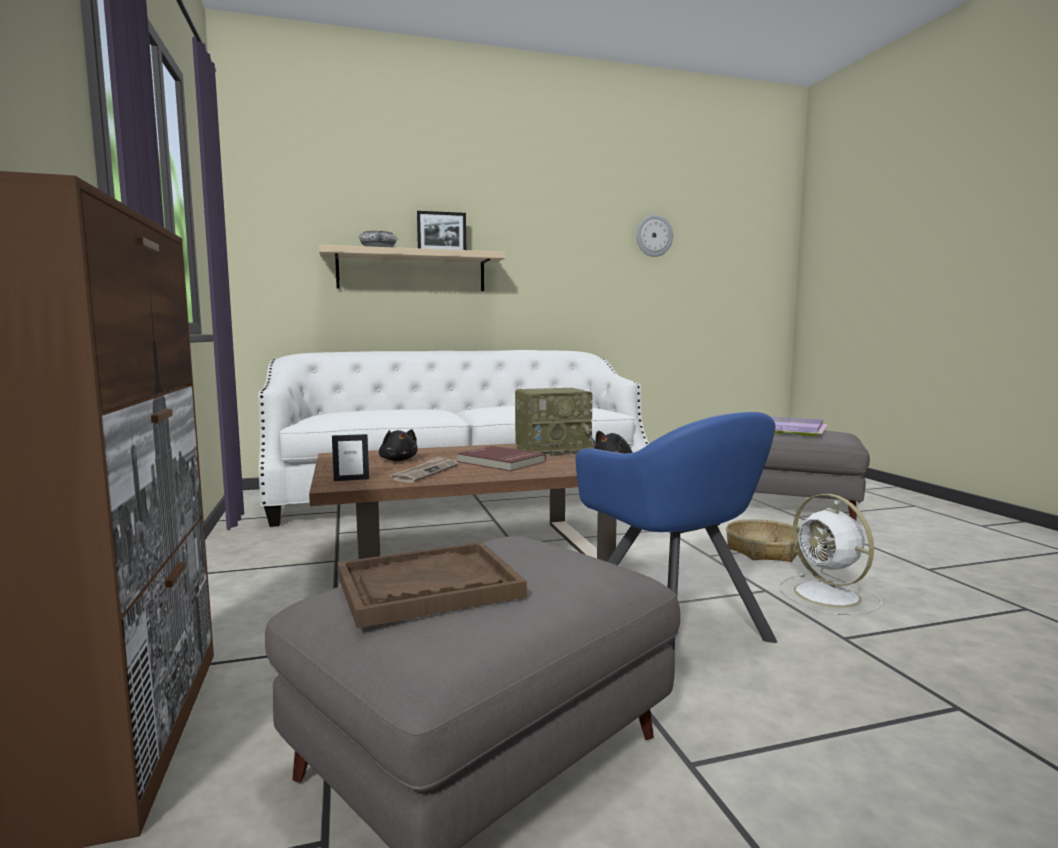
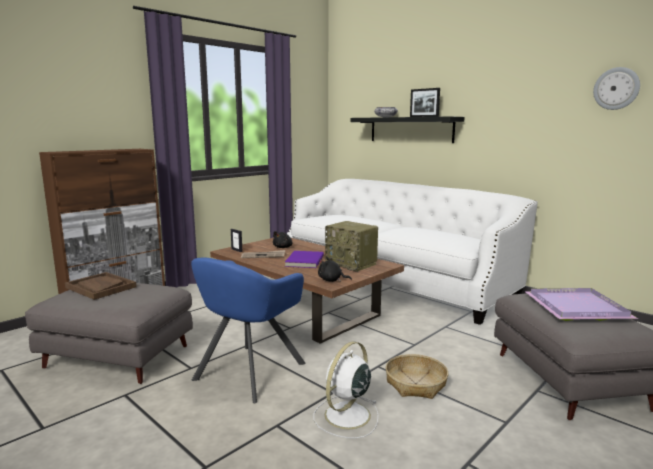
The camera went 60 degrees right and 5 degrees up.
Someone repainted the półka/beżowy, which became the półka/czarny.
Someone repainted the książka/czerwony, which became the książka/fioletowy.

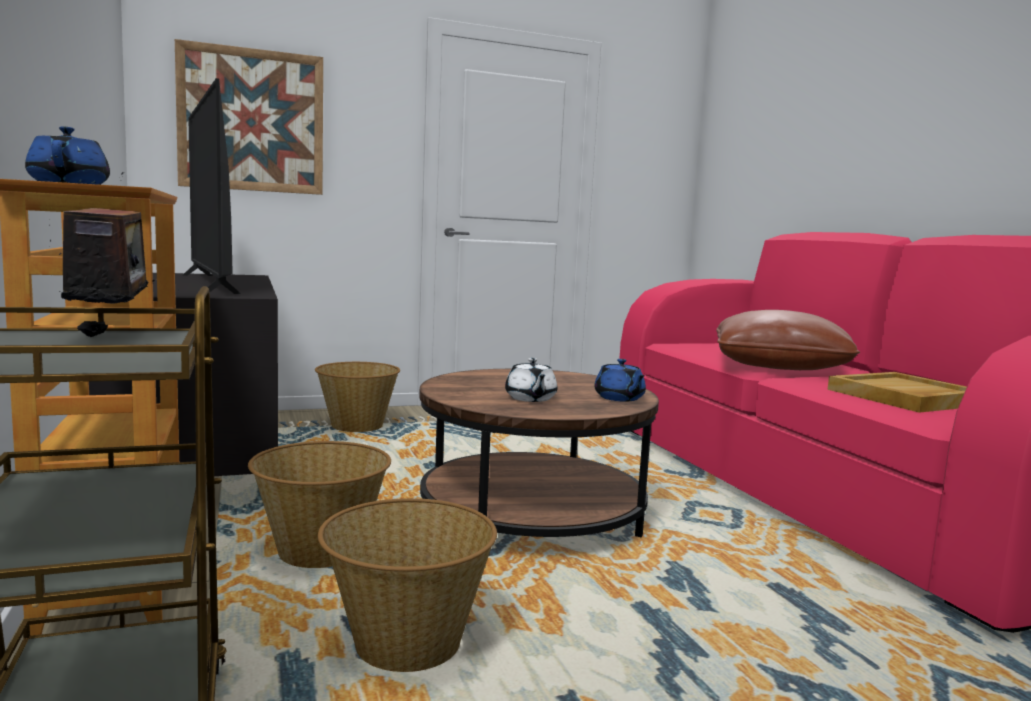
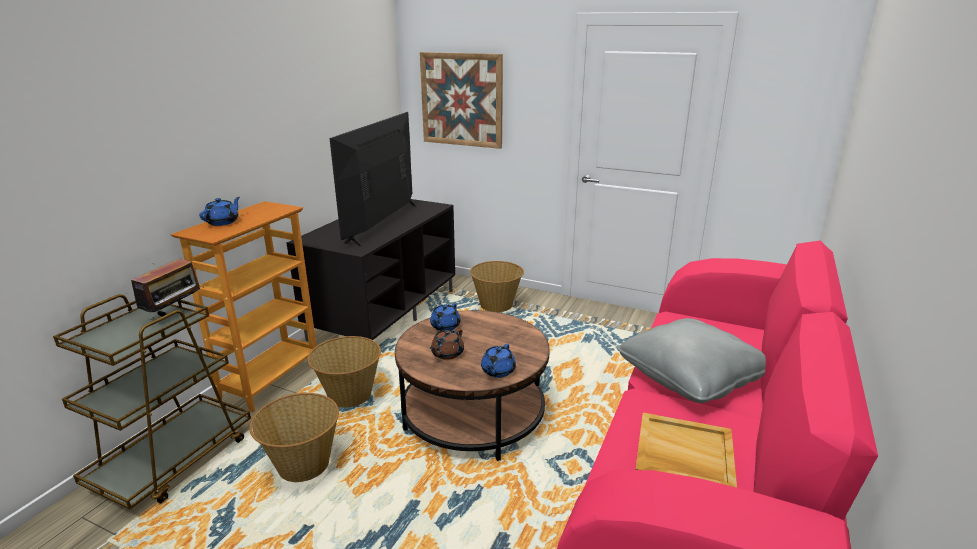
The camera went 45 degrees right and 15 degrees up.
Someone put down the imbryk/niebieski (no. 2 from left).
Someone repainted the imbryk/biały, which became the imbryk/brązowy.
Someone repainted the poduszka/brązowy, which became the poduszka/szary.

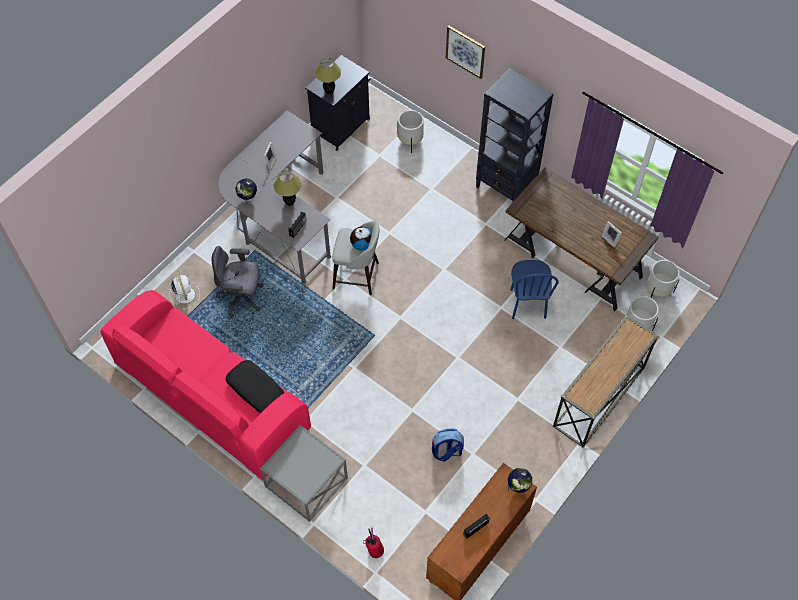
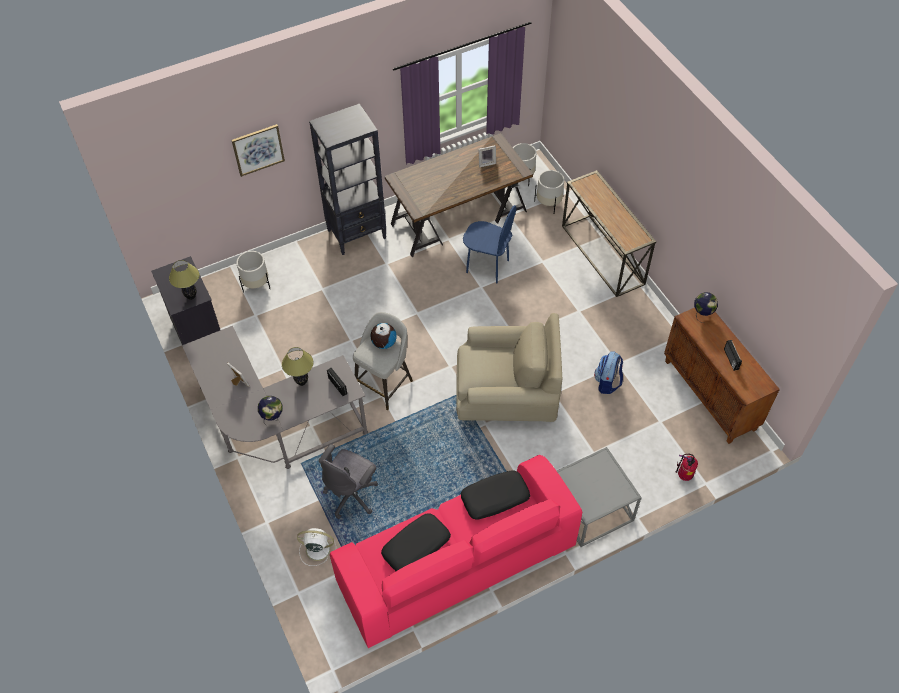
The camera went 65 degrees left and 5 degrees down.
Someone put down the poduszka/czarny (no. 1 from left).
Someone put down the fotel/beżowy.

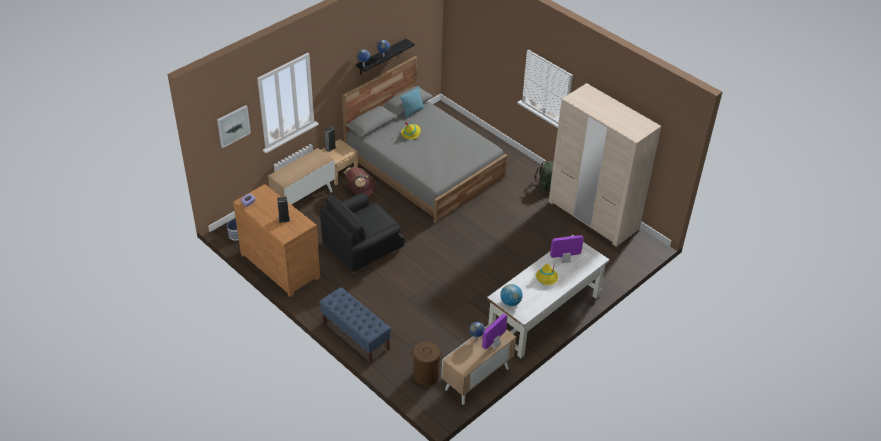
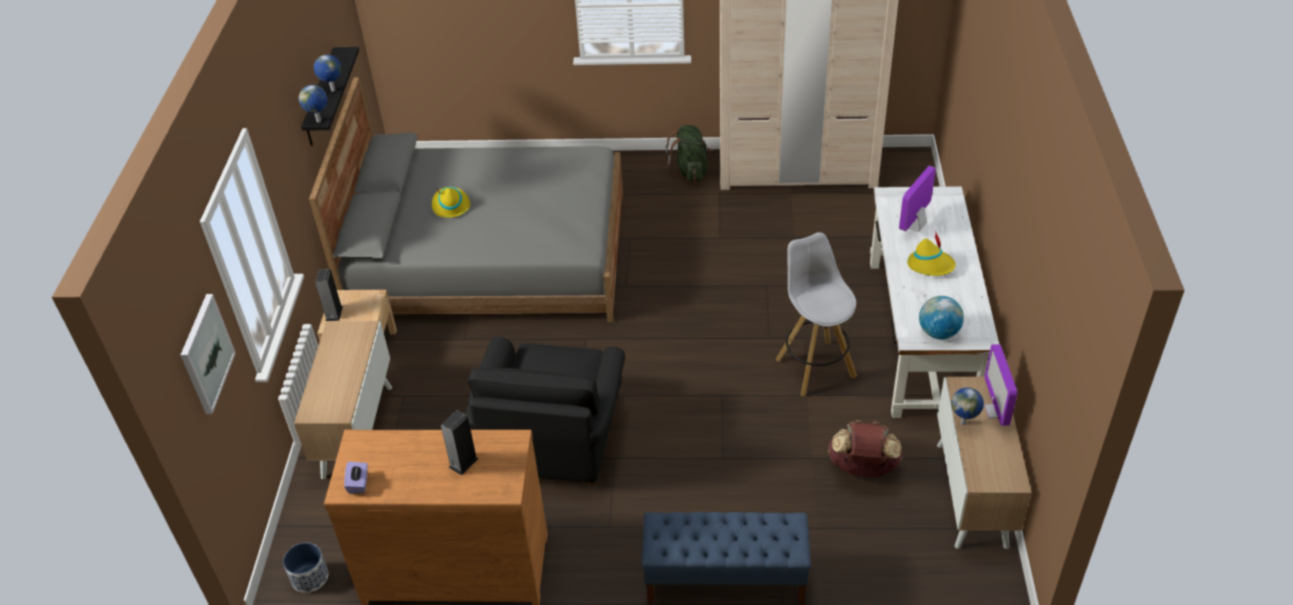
The camera went 40 degrees left and 0 degrees up.
Someone took away the poduszka/turkusowy.
Someone took away the kosz na pranie/brązowy.
Someone put down the stołek/biały.
Someone carried the plecak/brązowy.

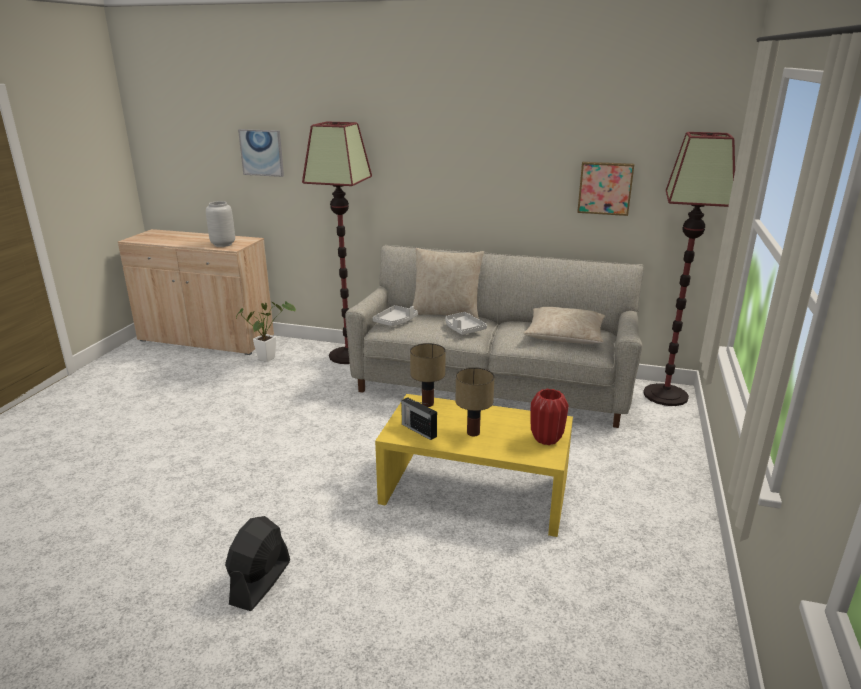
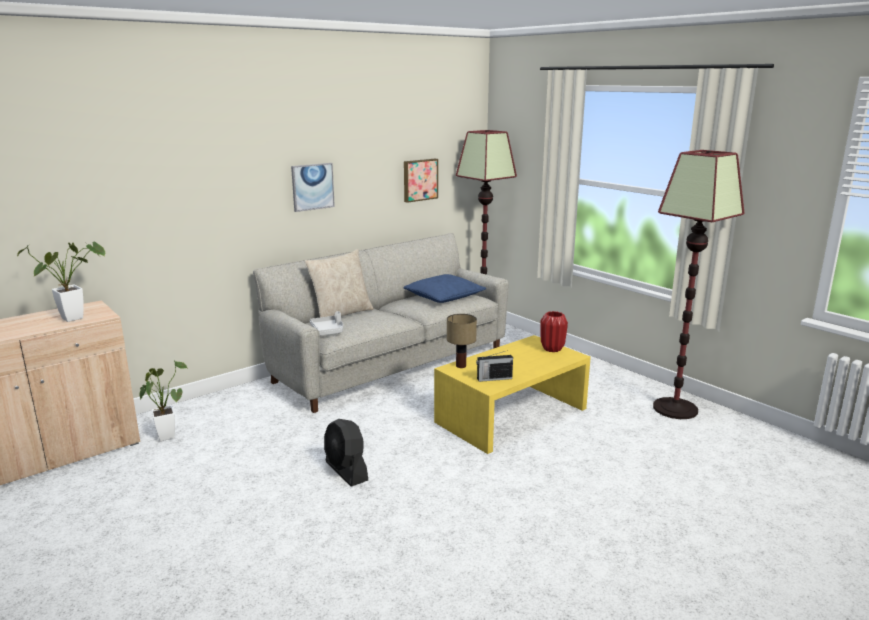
The camera went 55 degrees left and 5 degrees down.
Someone took away the taca/szary (no. 2 from left).
Someone took away the lampa stołowa (no. 2 from left).
Someone carried the wentylator/czarny.
Someone carried the obraz (no. 1 from left).
Someone carried the lampa stojąca (no. 1 from left in the first image).
Someone swapped the wazon/szary for the roślina doniczkowa (no. 1 from left).
Someone repainted the poduszka/beżowy (no. 2 from left), which became the poduszka/niebieski.

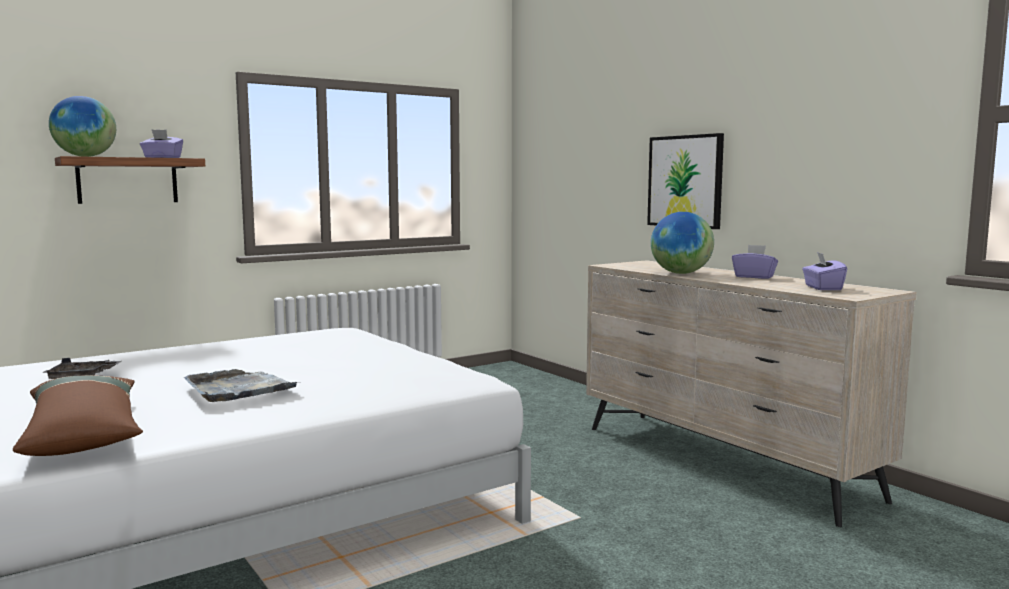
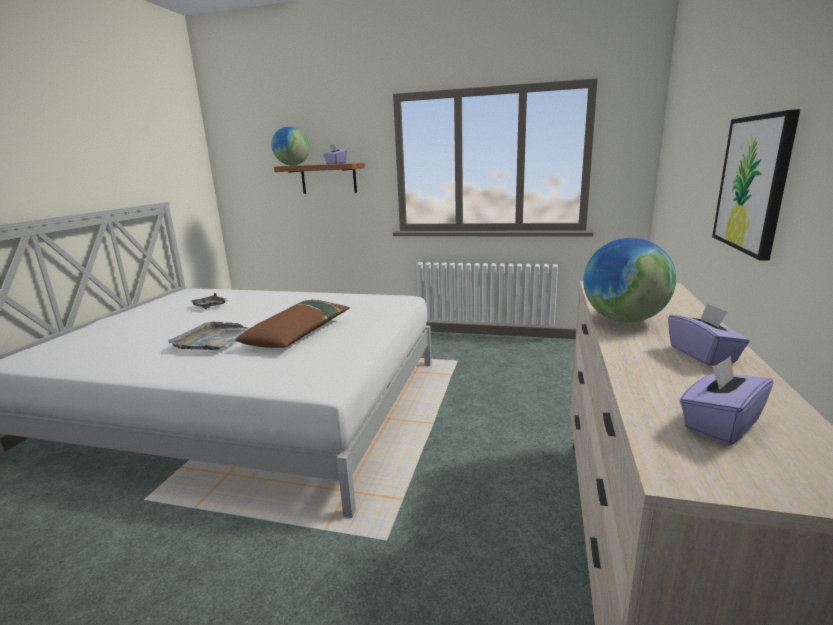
The camera went 50 degrees right and 10 degrees up.
Someone carried the poduszka/brązowy.

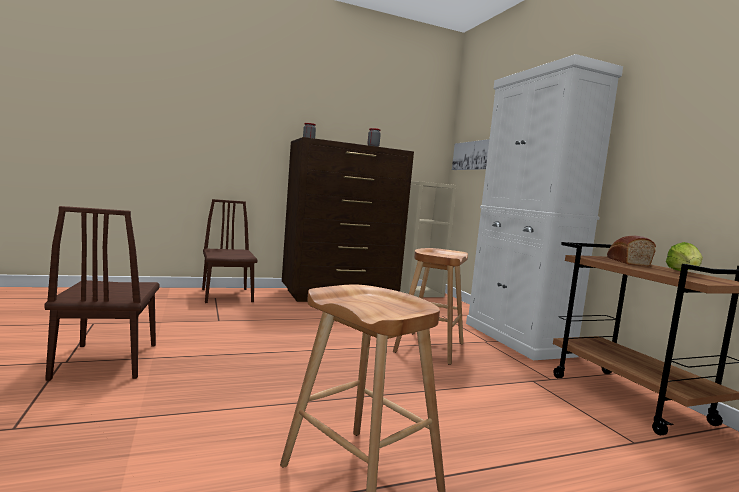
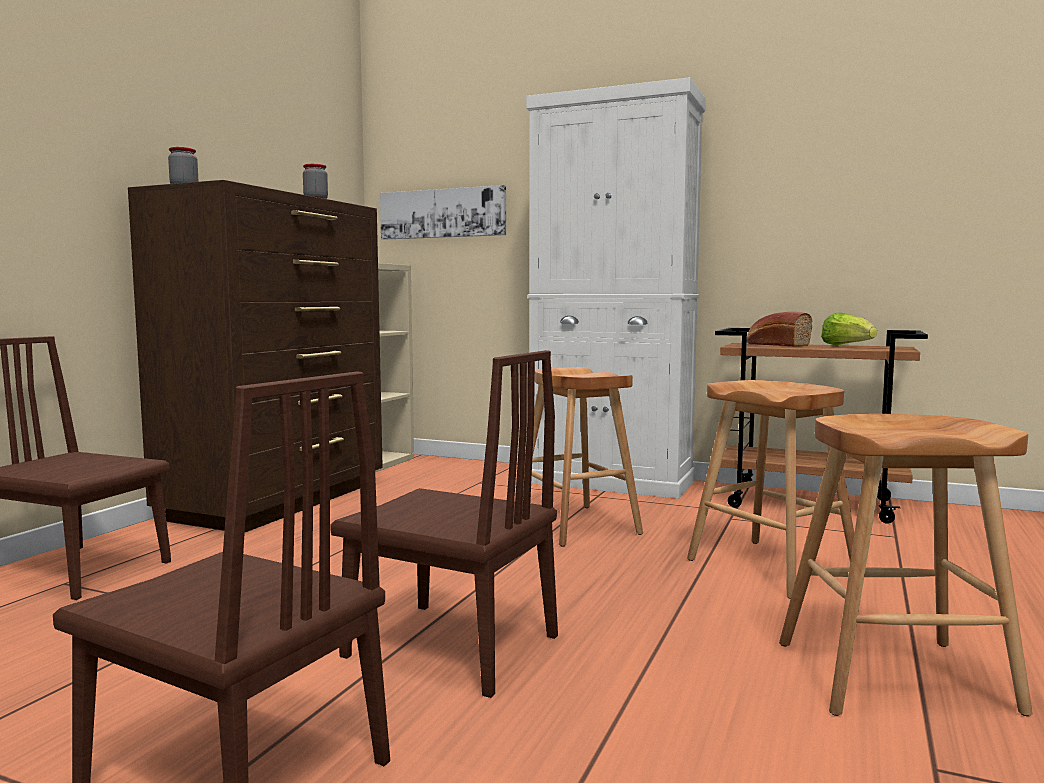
The camera went 45 degrees left and 0 degrees up.
Someone put down the krzesło/brązowy (no. 3 from left).
Someone put down the stołek/brązowy (no. 2 from left).

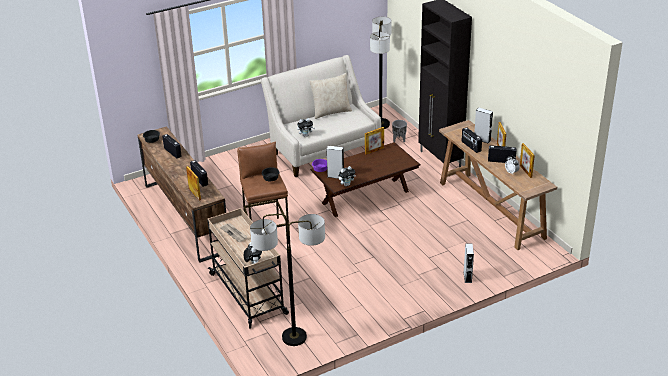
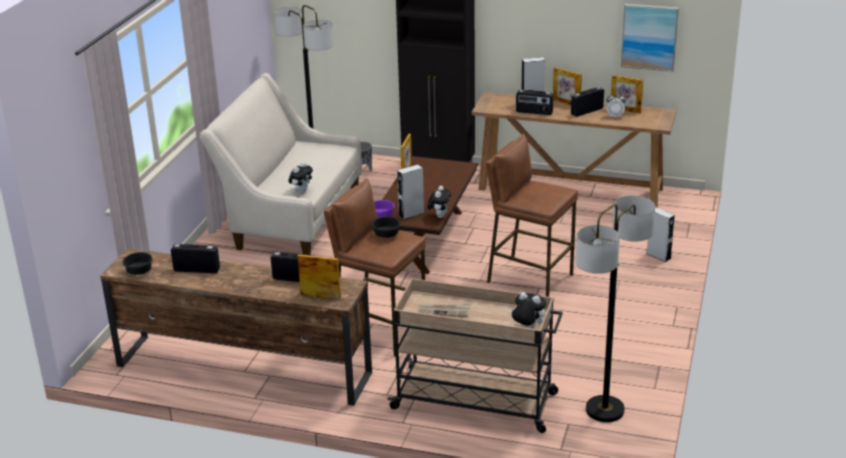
The camera went 45 degrees left and 5 degrees down.
Someone took away the poduszka/beżowy.
Someone put down the stołek/brązowy (no. 2 from left).
Someone put up the obraz.

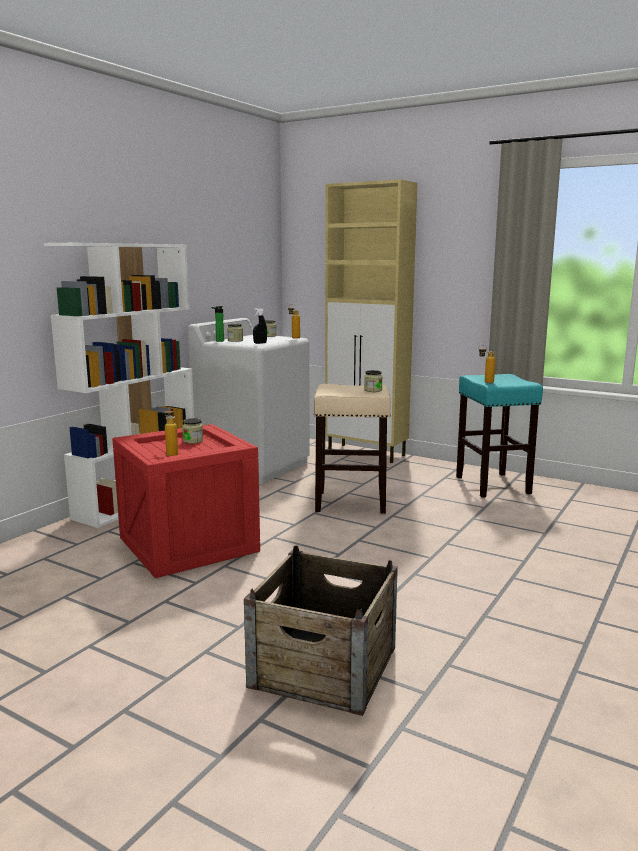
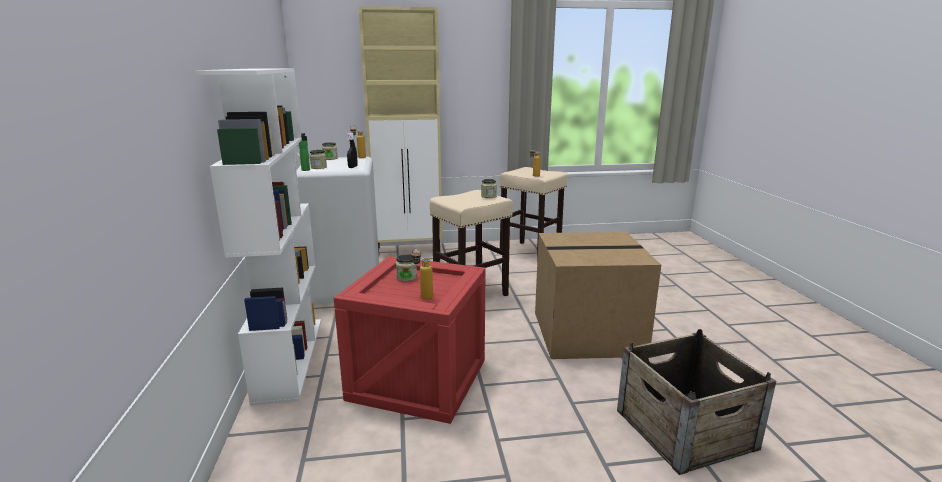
The camera went 40 degrees left and 5 degrees up.
Someone put down the karton.
Someone repainted the stołek/turkusowy, which became the stołek/beżowy (no. 2 from left).

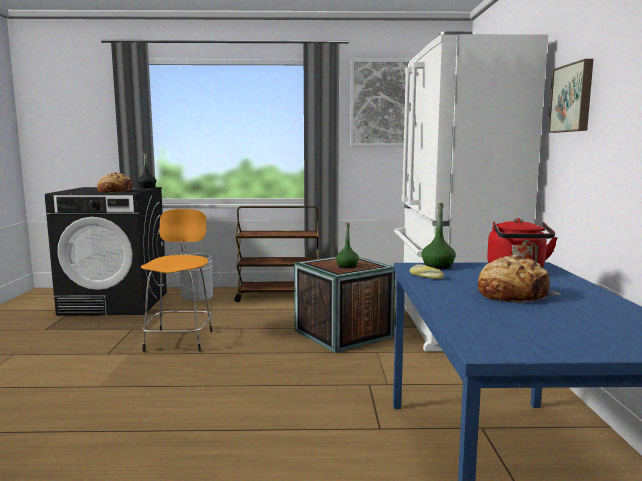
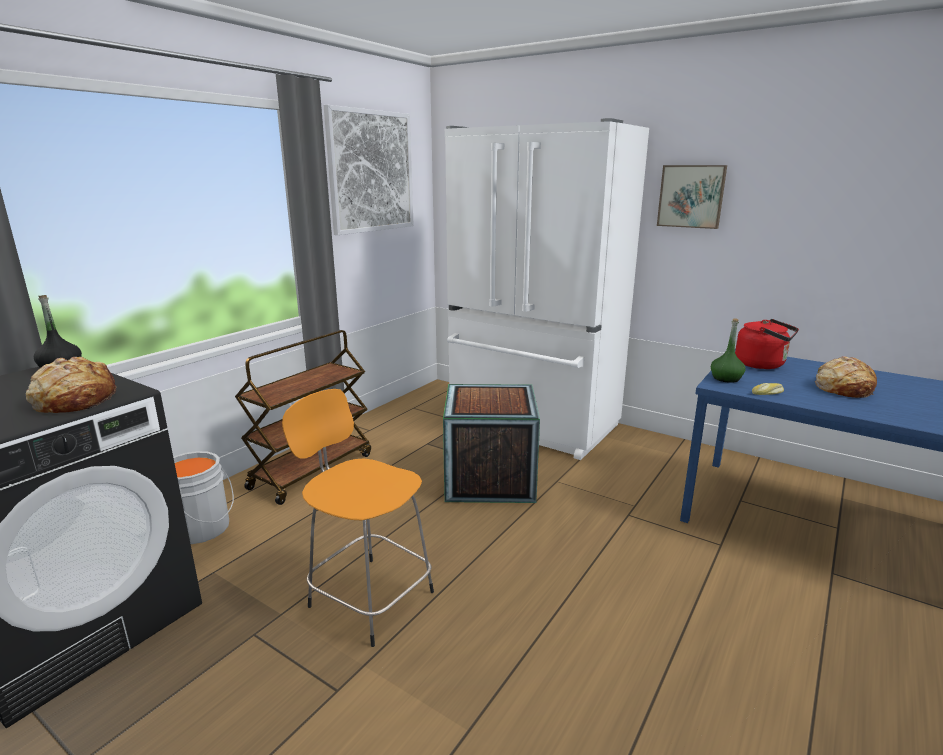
The camera went 55 degrees left and 10 degrees up.
Someone took away the butelka/zielony (no. 1 from left).

